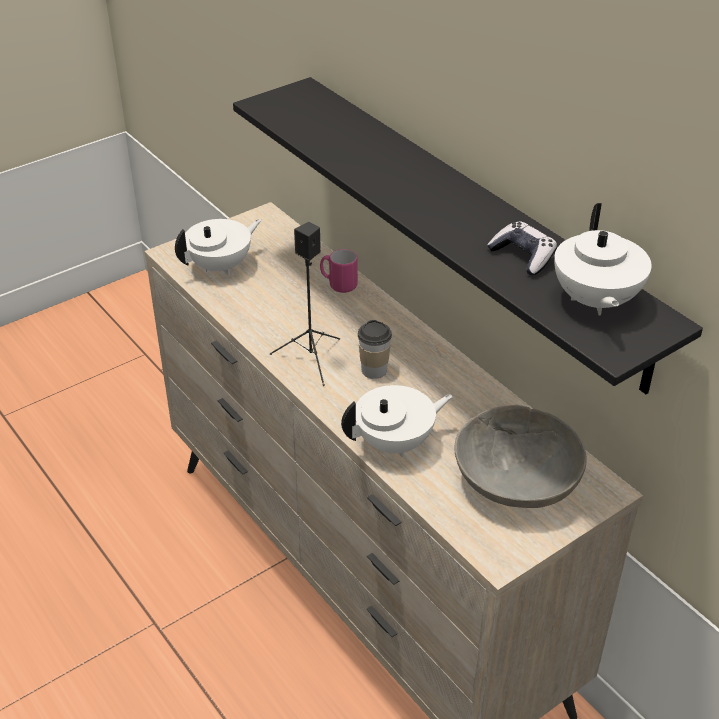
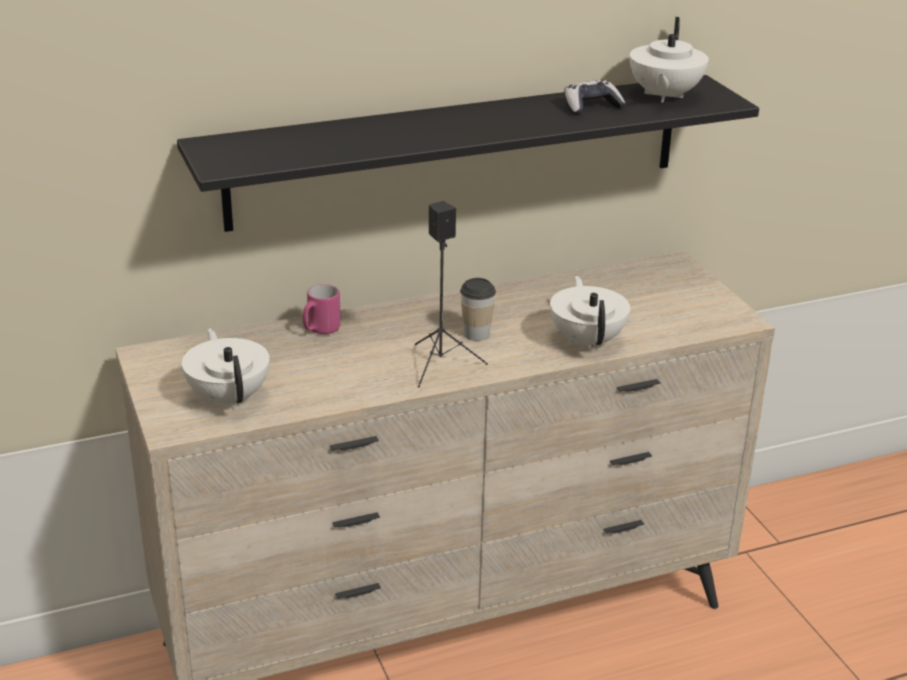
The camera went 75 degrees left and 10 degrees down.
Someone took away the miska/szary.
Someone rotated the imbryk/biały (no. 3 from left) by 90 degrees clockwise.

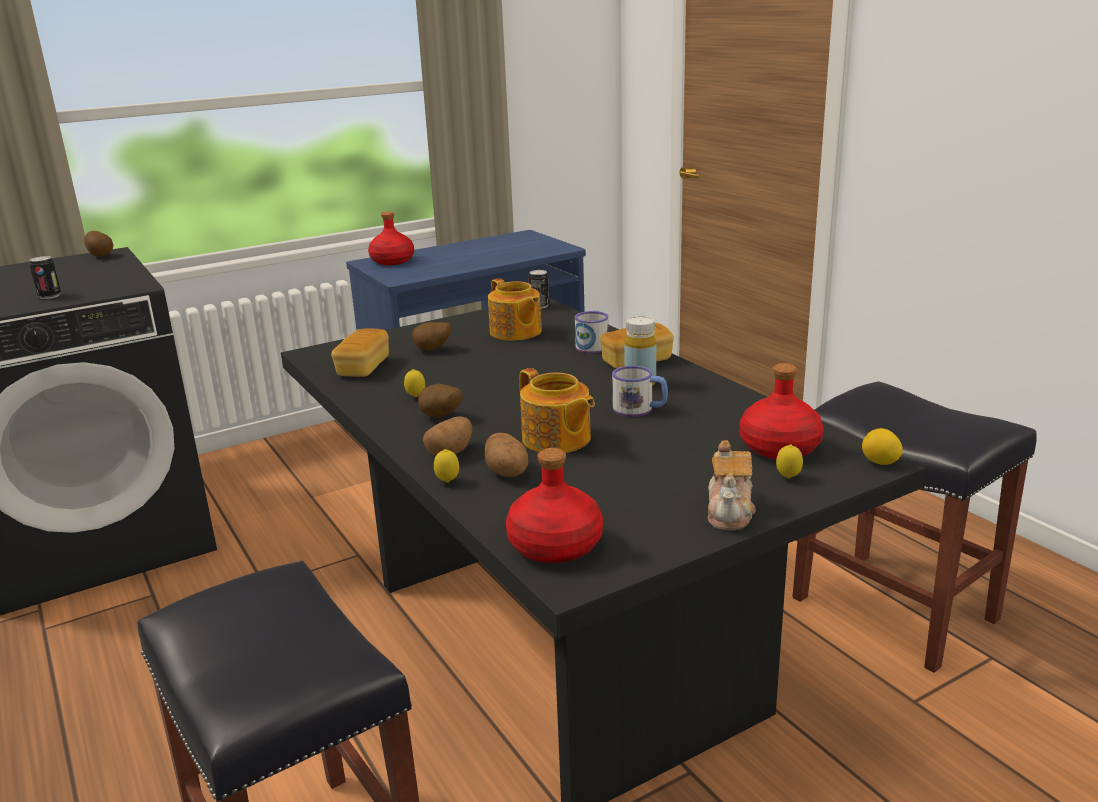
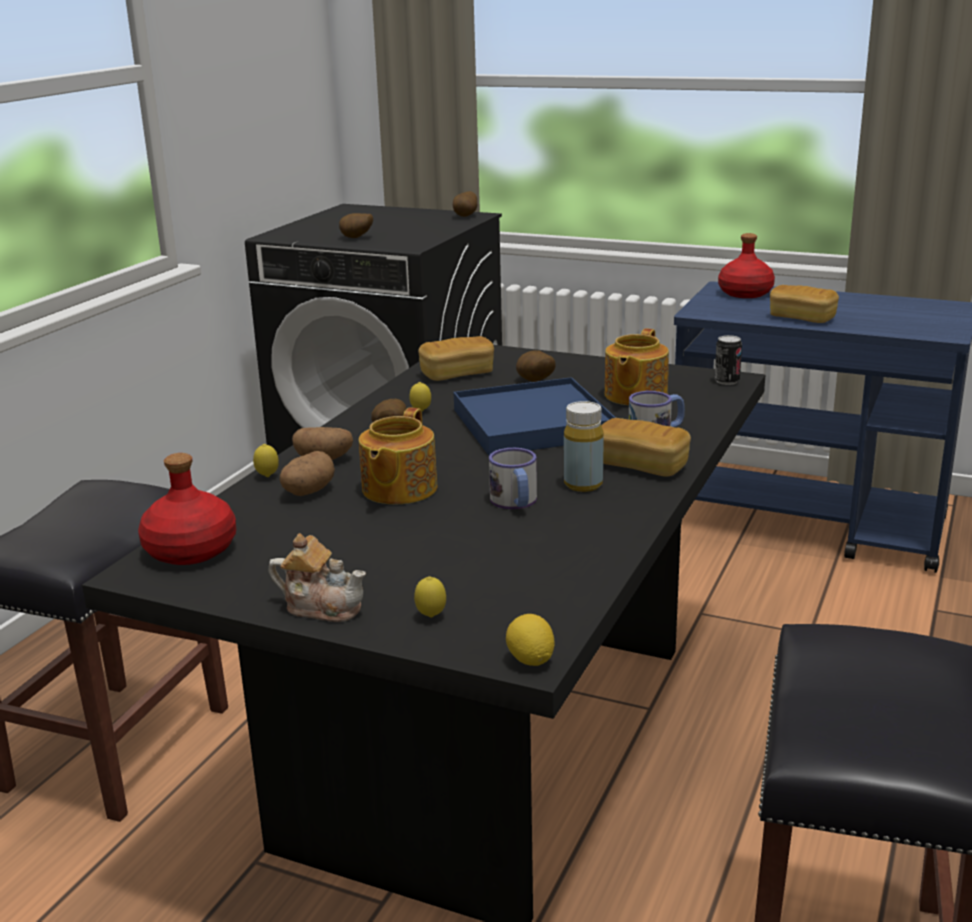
The camera went 55 degrees right and 0 degrees up.
Someone took away the butelka/czerwony (no. 3 from left).
Someone put down the taca/niebieski.
Someone put down the chleb (no. 3 from left).
Someone swapped the puszka (no. 1 from left) for the ziemniak (no. 3 from left).
Someone rotated the imbryk (no. 3 from left in the first image) by 135 degrees counterclockwise.

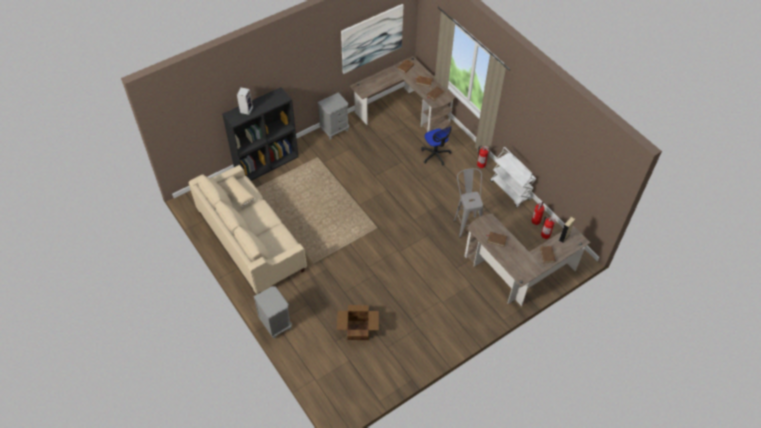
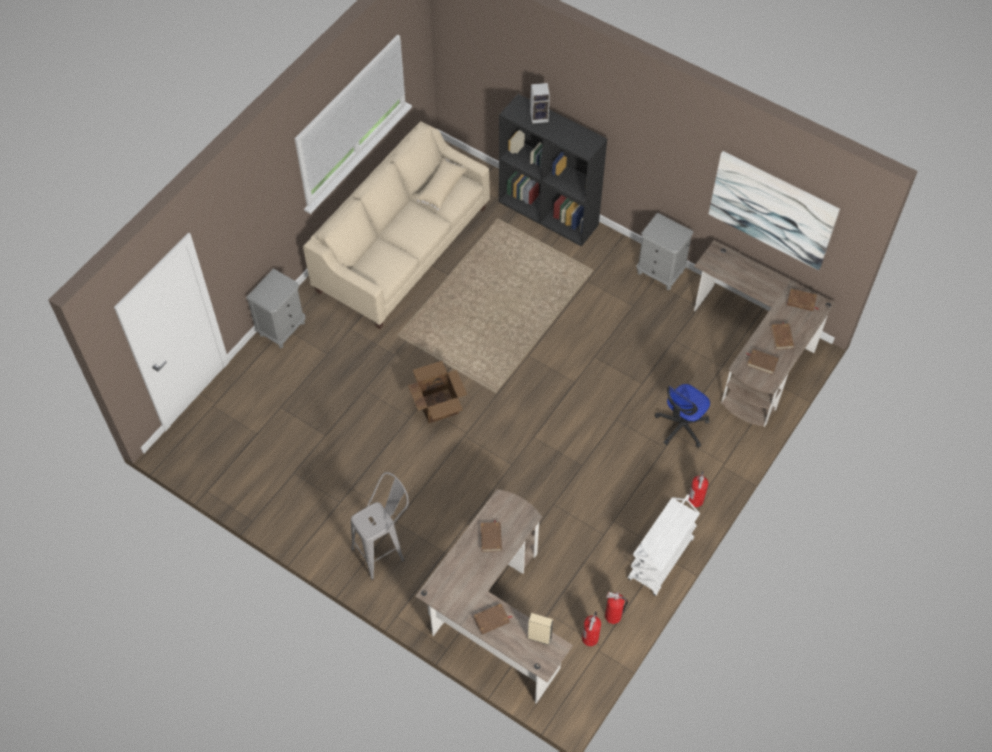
The camera went 70 degrees right and 5 degrees up.
Someone carried the karton.
Someone carried the stołek/szary.

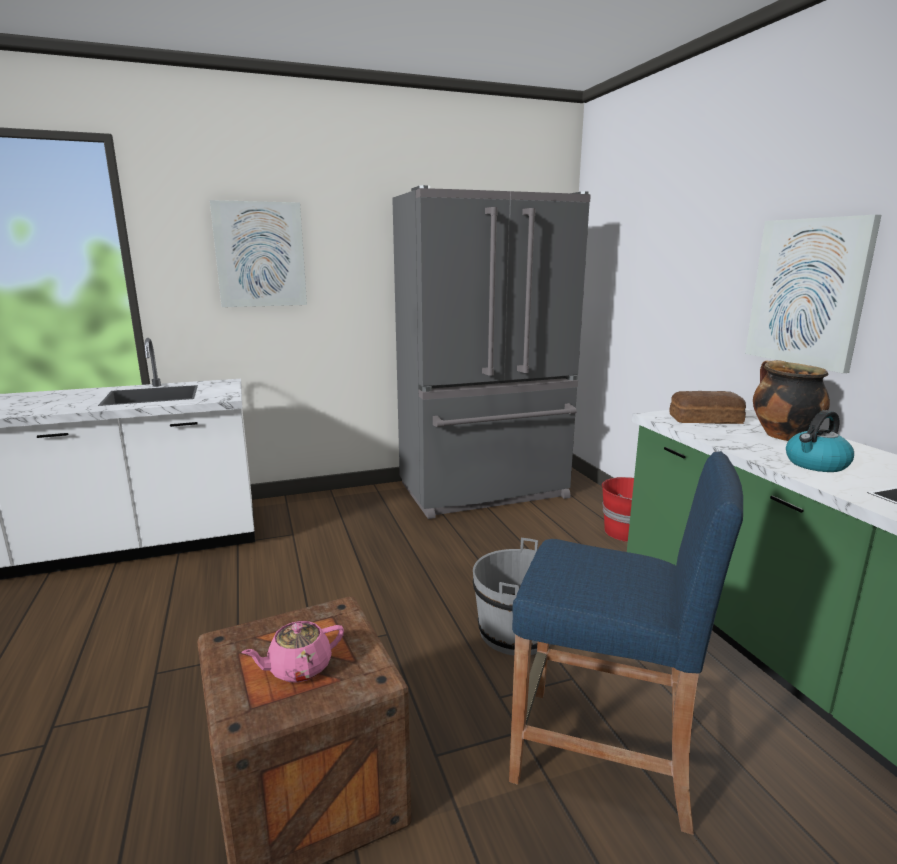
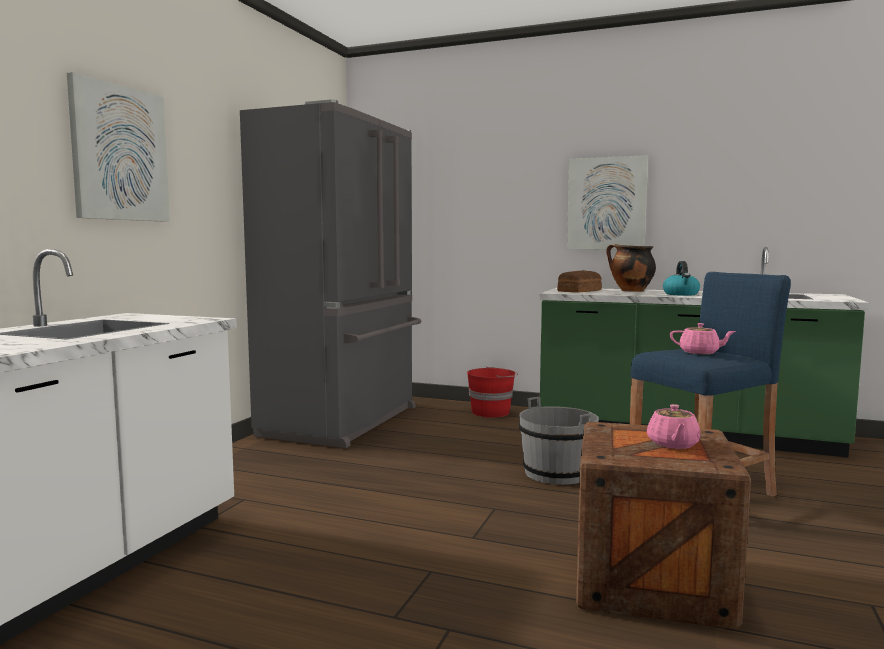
The camera went 50 degrees left and 10 degrees down.
Someone put down the imbryk/różowy (no. 2 from left).

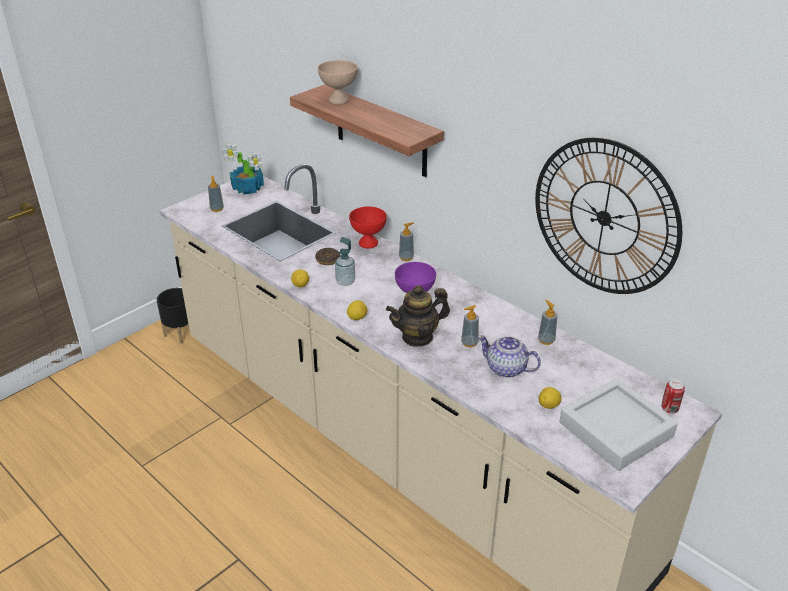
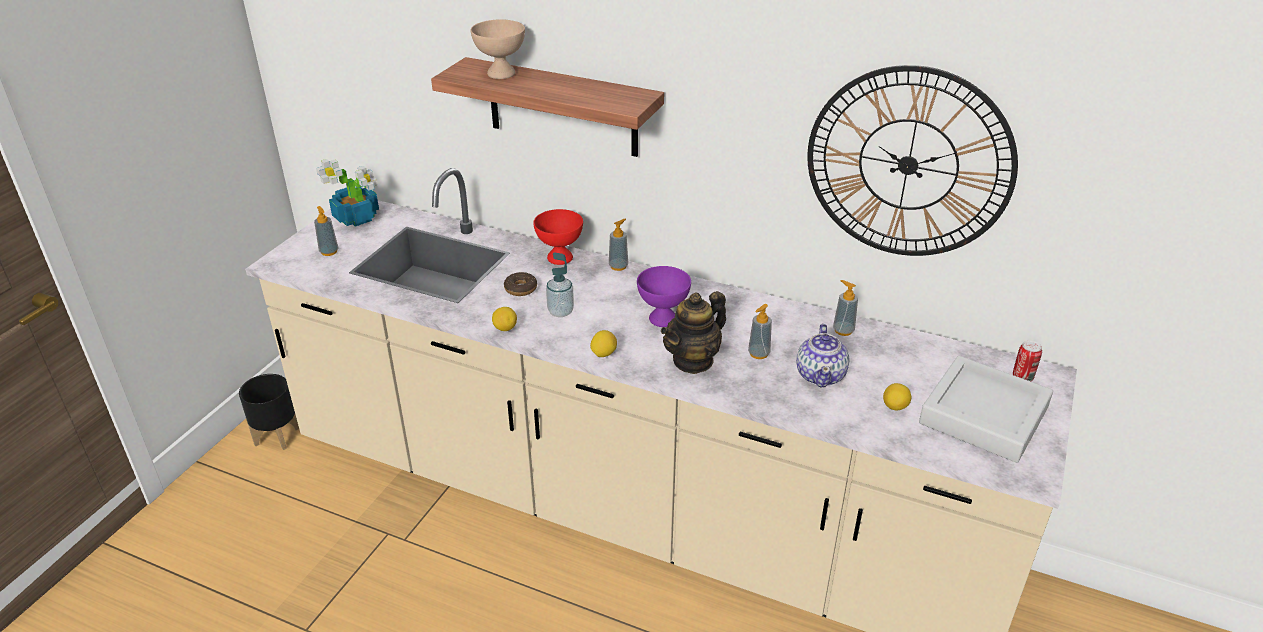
The camera went 20 degrees left and 0 degrees up.
Someone rotated the imbryk (no. 2 from left) by 90 degrees counterclockwise.

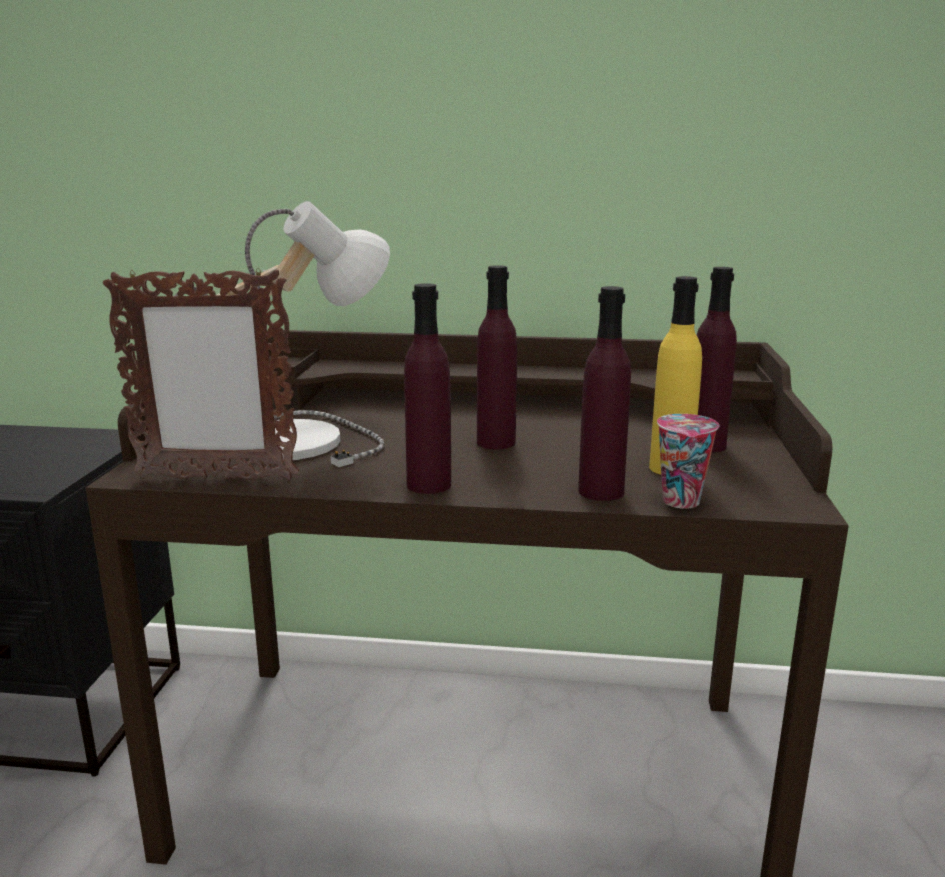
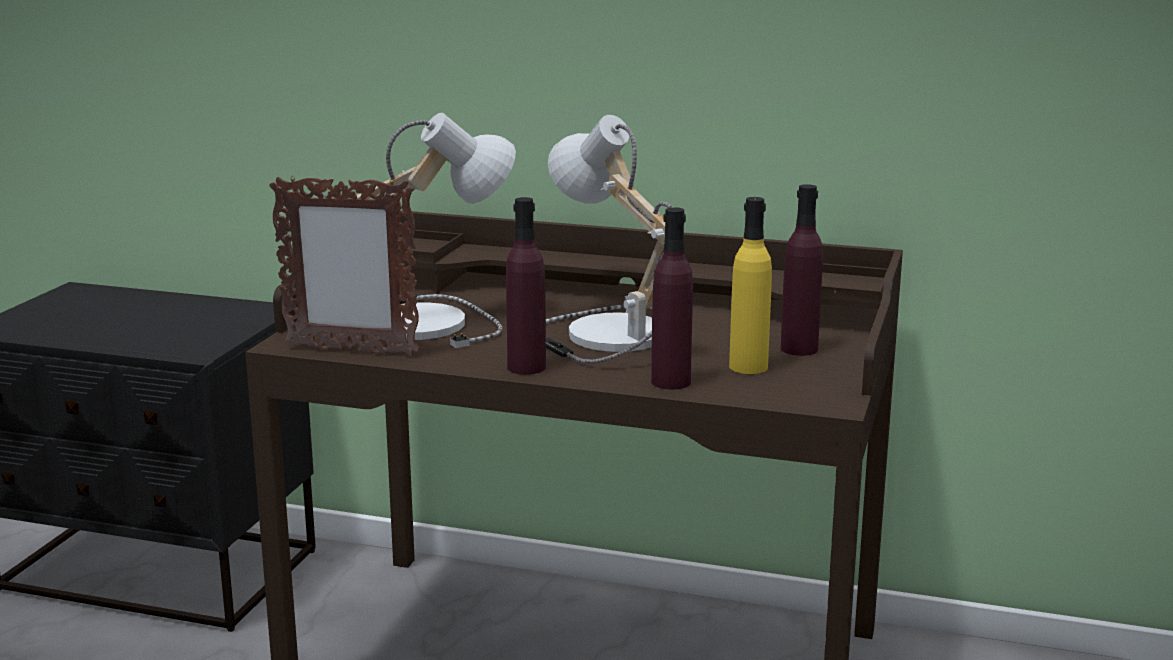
The camera went 10 degrees right and 0 degrees up.
Someone took away the filiżanka.
Someone swapped the butelka/fioletowy (no. 2 from left) for the lampa stołowa (no. 2 from left).

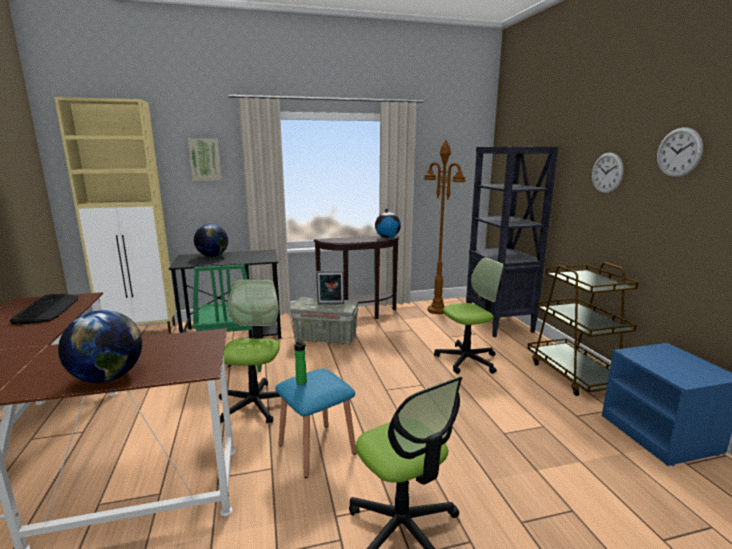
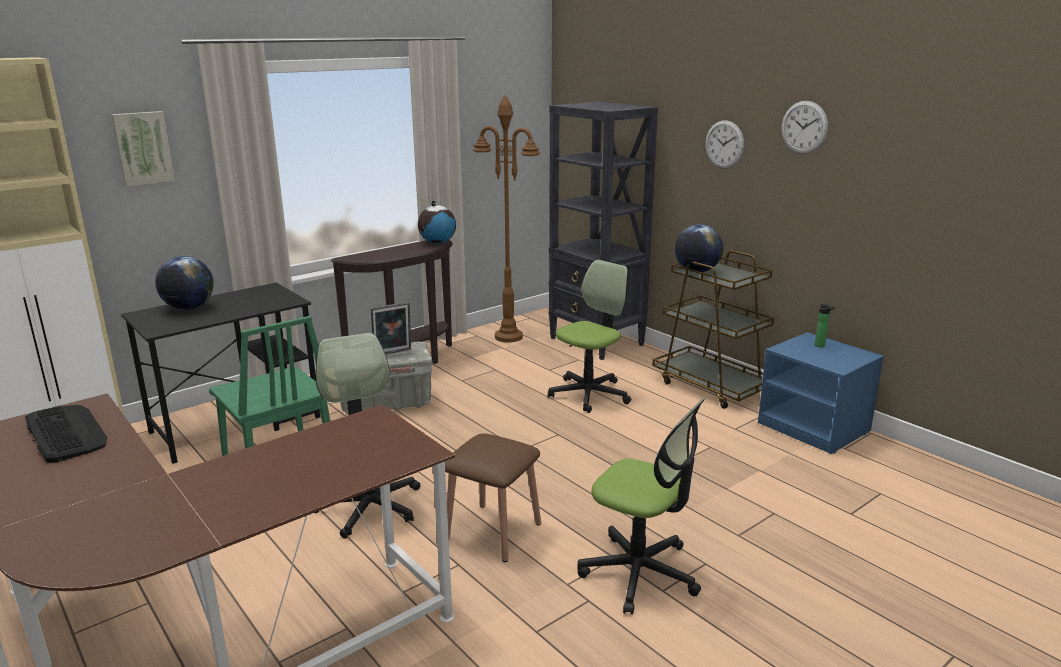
The camera went 25 degrees left and 5 degrees up.
Someone carried the globus (no. 1 from left in the first image).
Someone carried the butelka.
Someone repainted the stołek/niebieski, which became the stołek/brązowy.

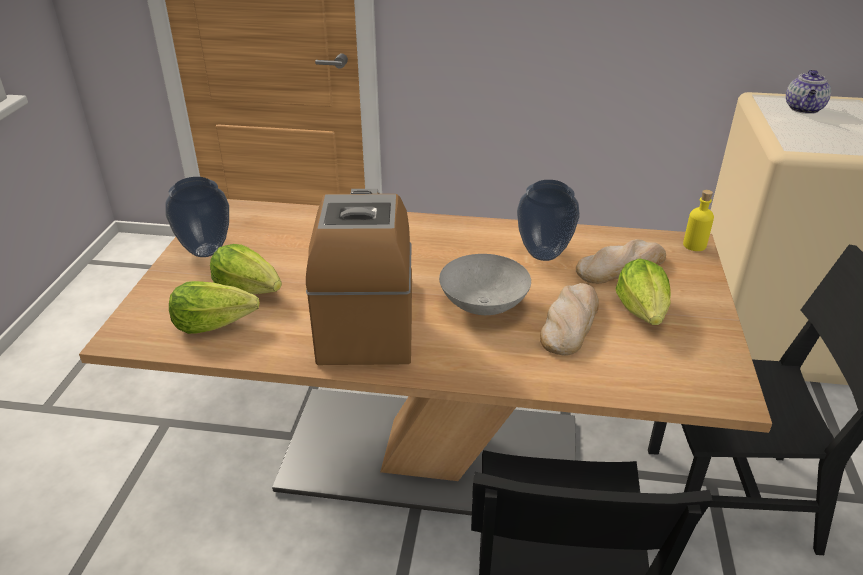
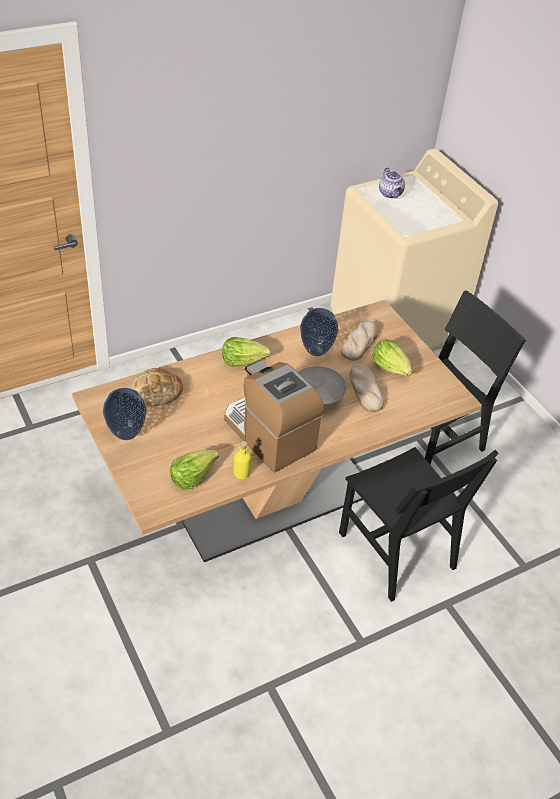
The camera went 40 degrees left and 10 degrees up.
Someone put down the chleb (no. 1 from left).
Someone carried the sałata (no. 2 from left).
Someone carried the butelka/żółty.

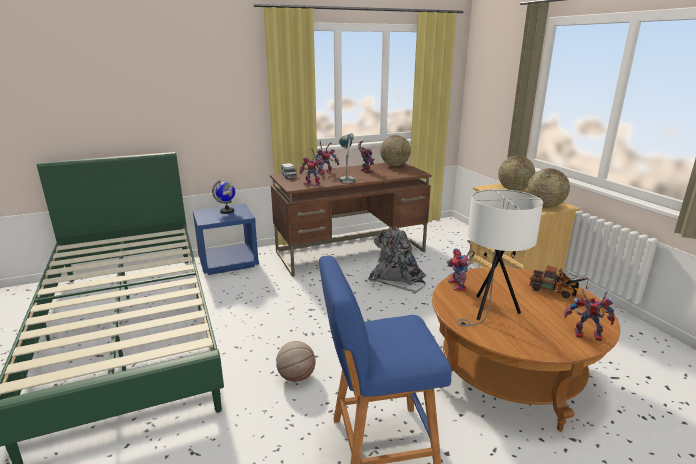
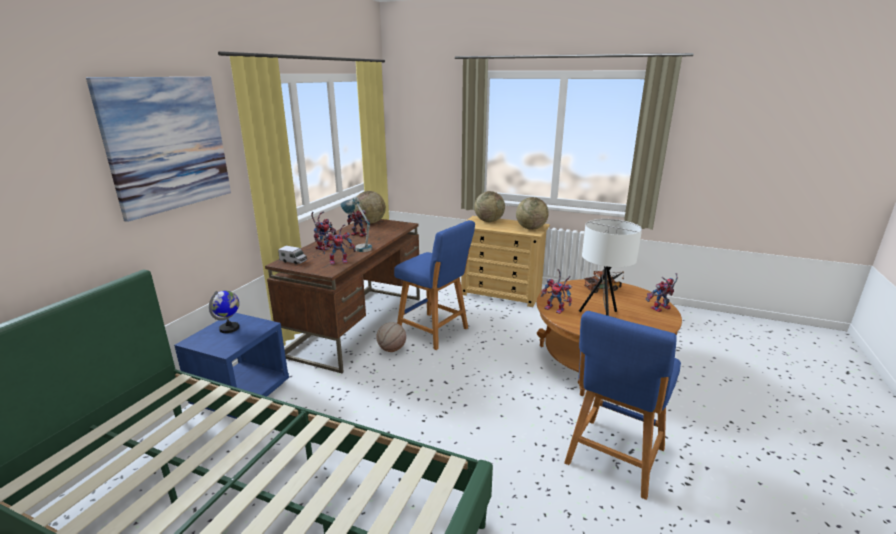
The camera went 45 degrees left and 0 degrees up.
Someone put up the obraz.
Someone carried the piłka do koszykówki.
Someone swapped the plecak/szary for the stołek/niebieski (no. 1 from left).

